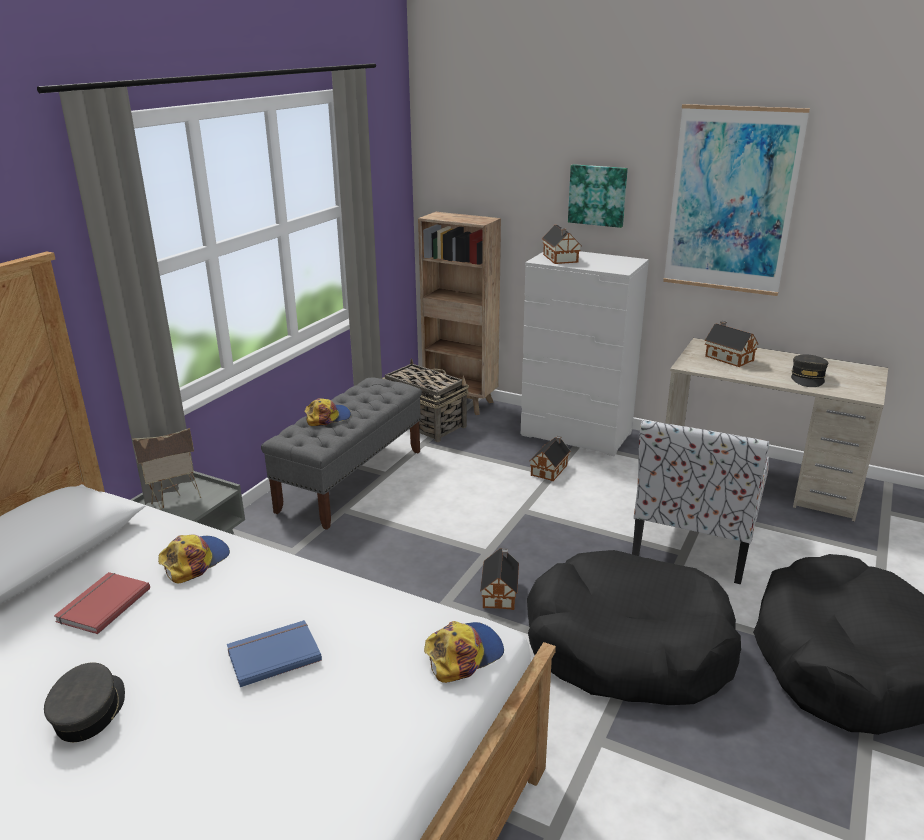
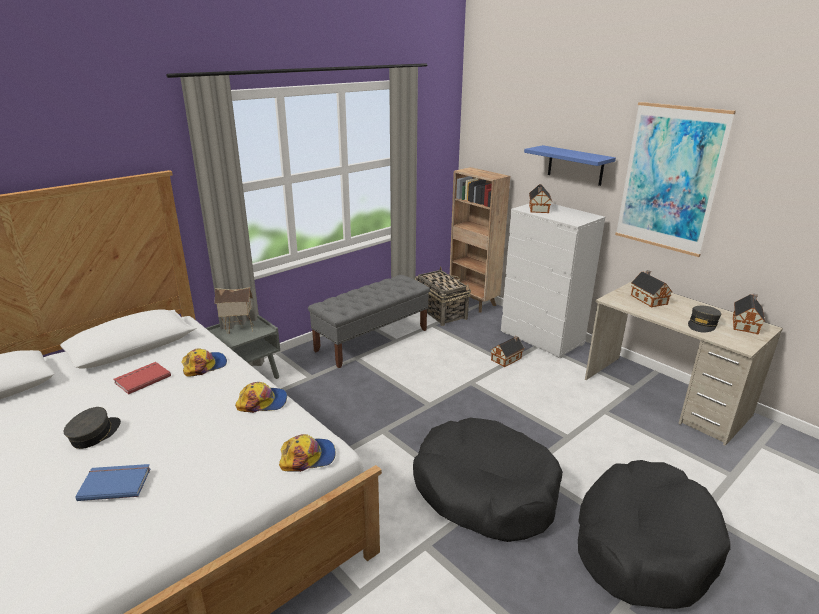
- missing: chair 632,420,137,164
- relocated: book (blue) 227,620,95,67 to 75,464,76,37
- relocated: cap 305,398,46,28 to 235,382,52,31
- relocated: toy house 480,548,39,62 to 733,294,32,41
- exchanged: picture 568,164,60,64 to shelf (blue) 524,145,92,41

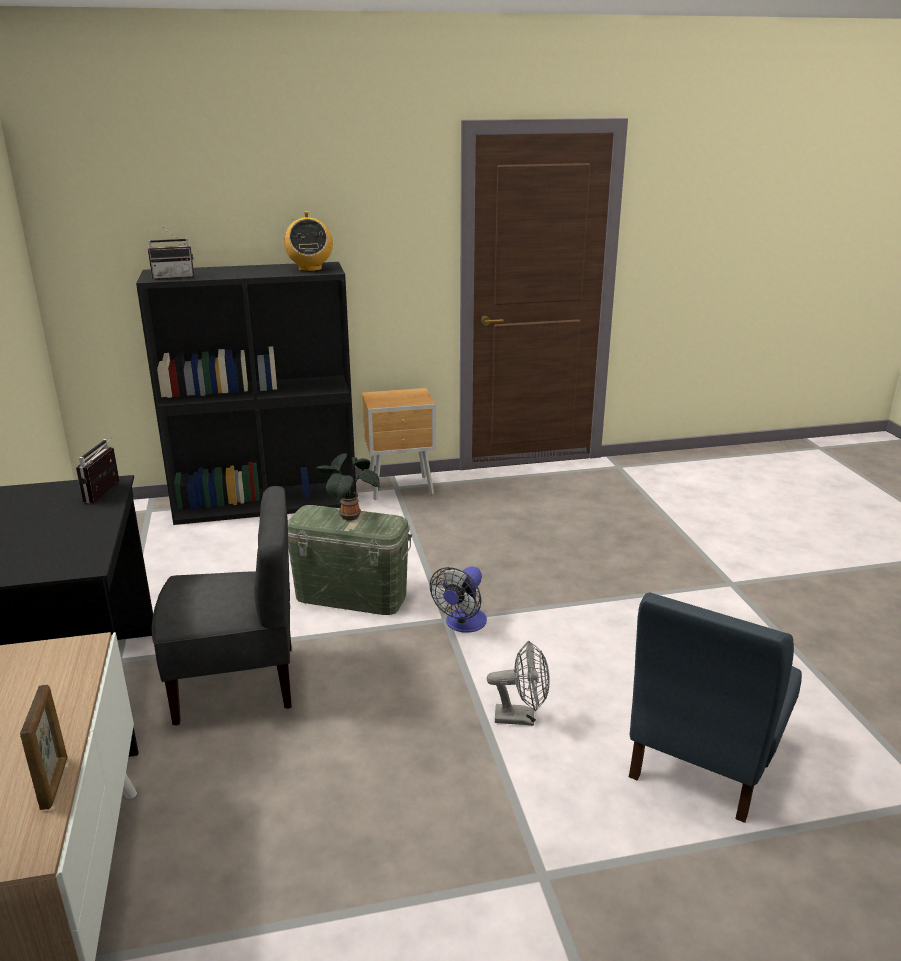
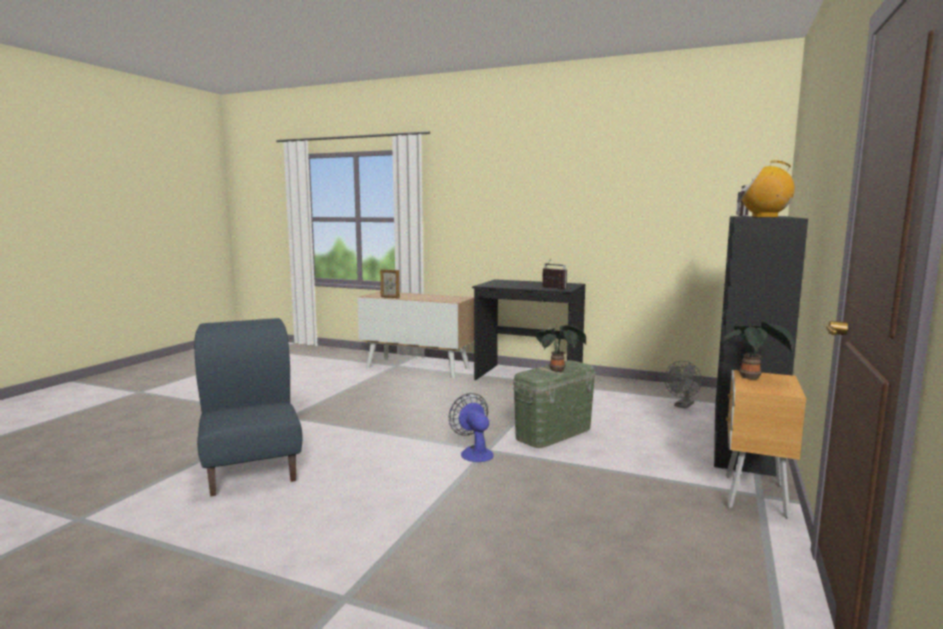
- missing: chair (grey) 152,486,139,239
- appeared: potted plant 722,322,72,57
- relocated: fan (grey) 487,641,63,85 to 665,361,37,48

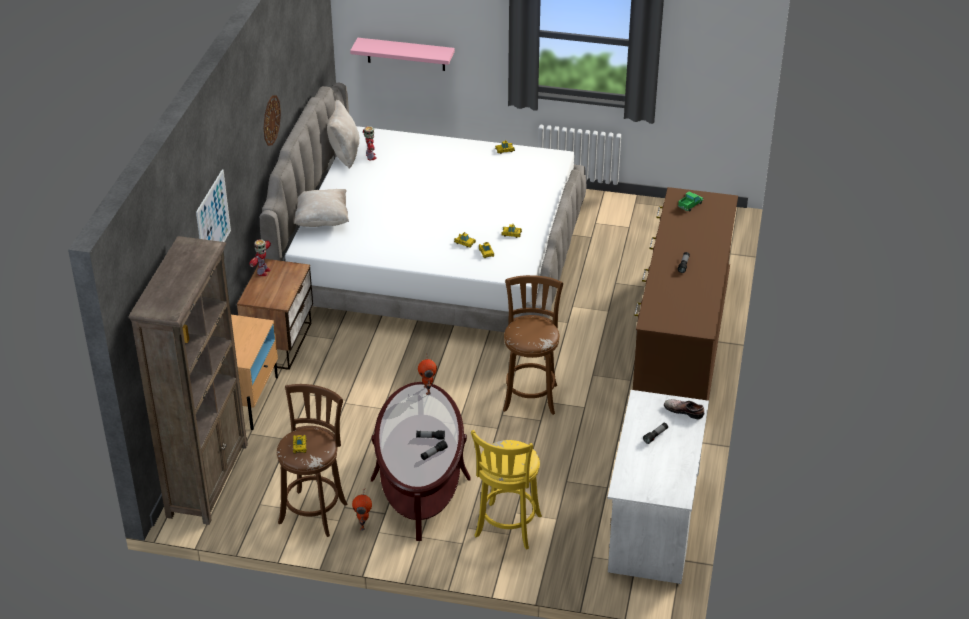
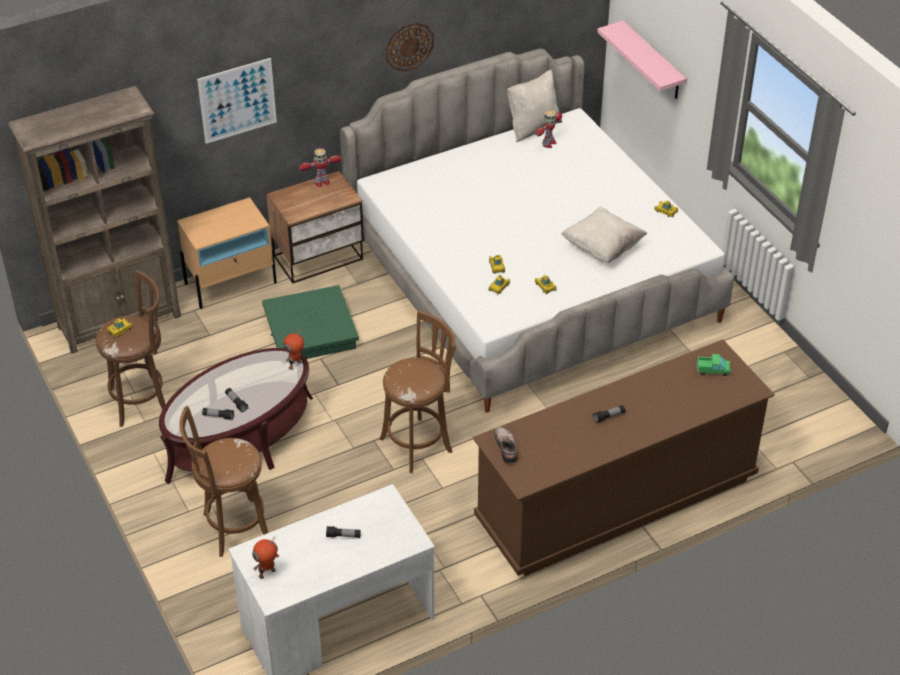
- appeared: storage box (green) 262,285,97,74
- relocated: pillow (beige) 294,189,55,38 to 561,207,86,57
- relocated: toy robot 352,489,20,42 to 252,537,27,42
- relocated: shoe 664,399,40,20 to 494,427,23,36
- colour: stool (yellow) 471,430,71,120 to stool (brown) 179,406,89,151

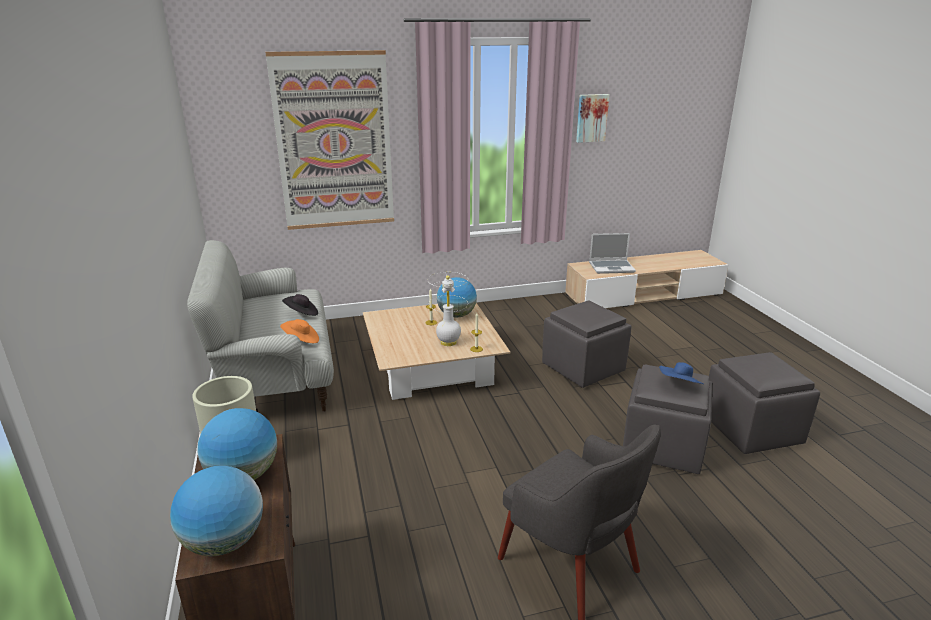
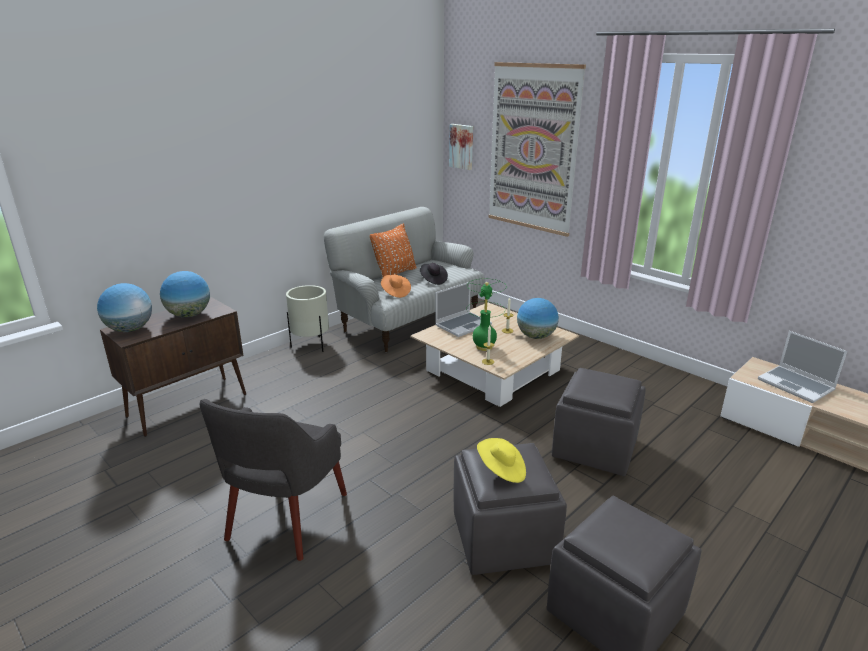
- appeared: pillow (orange) 370,223,47,55
- appeared: laptop 435,282,57,55
- relocated: picture 576,94,33,49 to 449,124,24,46
- colour: table lamp (white) 428,272,40,74 to table lamp (green) 466,279,41,72
- colour: hat (blue) 659,362,44,22 to hat (yellow) 477,438,49,45

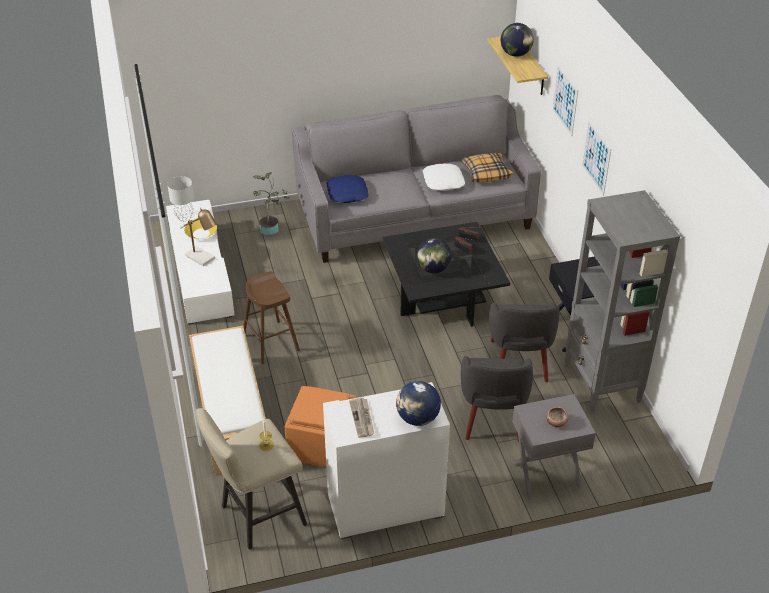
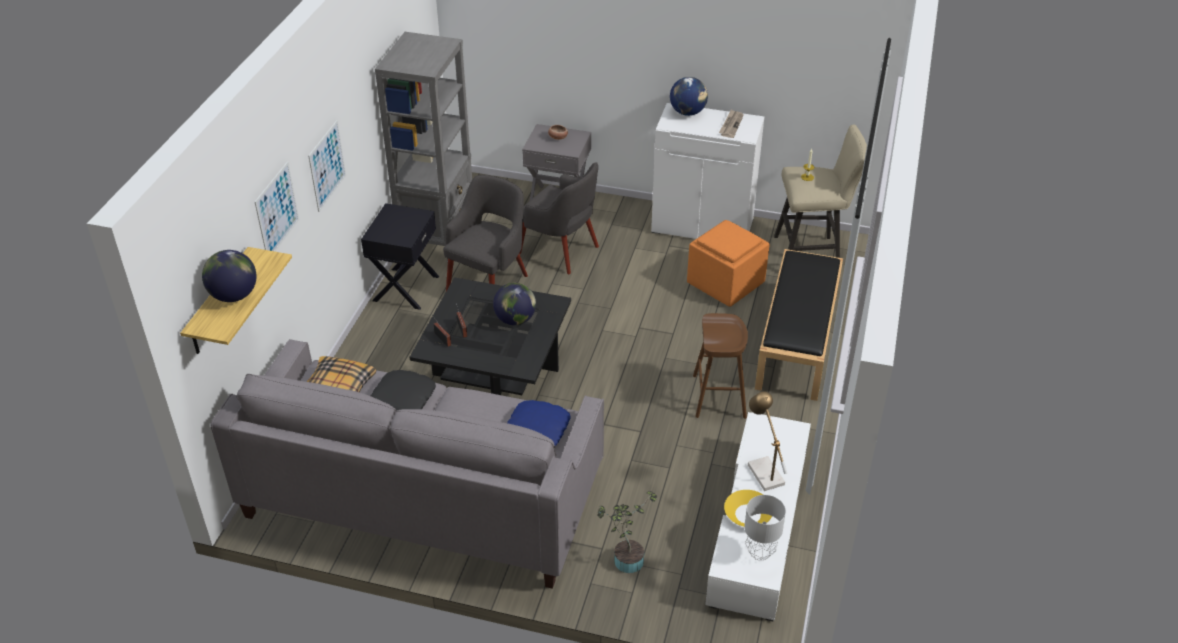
- colour: bench (white) 189,326,77,149 to bench (black) 755,249,88,152
- colour: pillow (white) 423,163,42,28 to pillow (black) 371,370,65,41
- spun: armchair (grey) 461,356,72,86 = 519,163,80,111 90 degrees clockwise

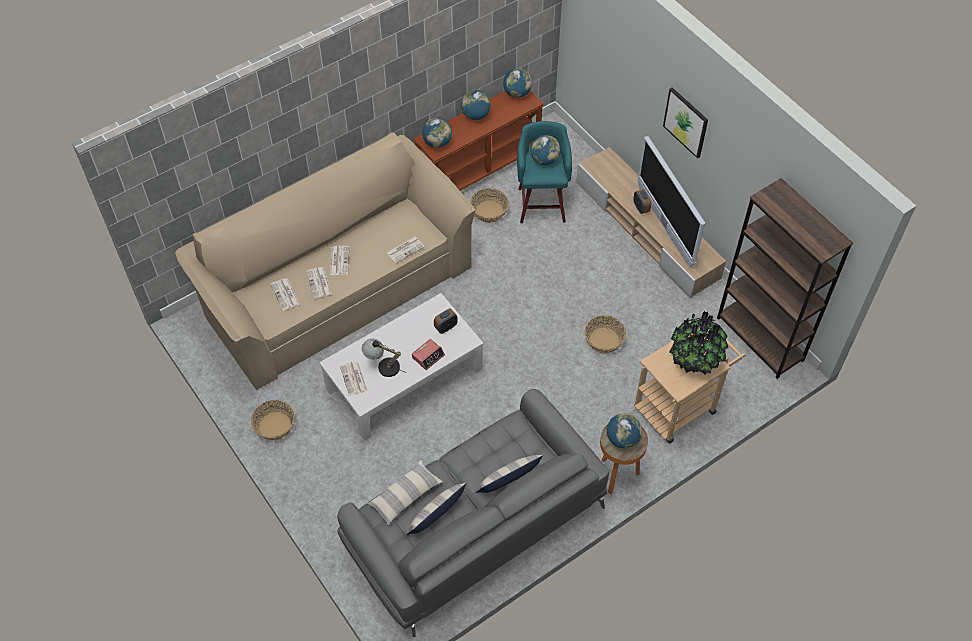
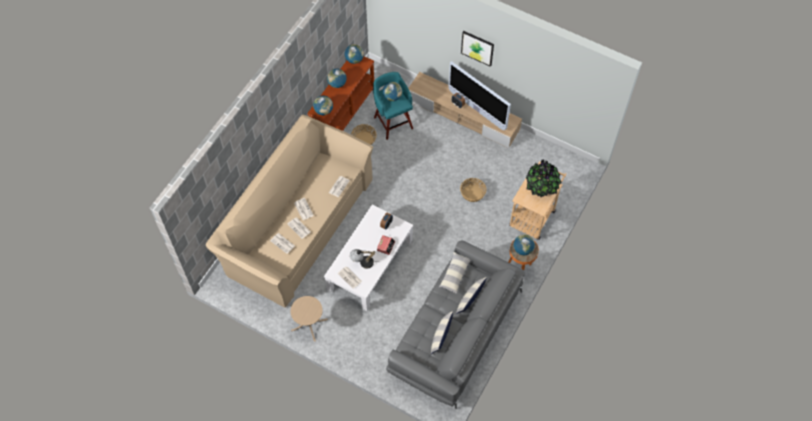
- missing: bookcase (brown) 717,178,136,201
- relocated: pillow 367,460,76,66 to 439,252,32,42
- exchanged: basket 251,400,44,40 to side table (beige) 290,296,38,46

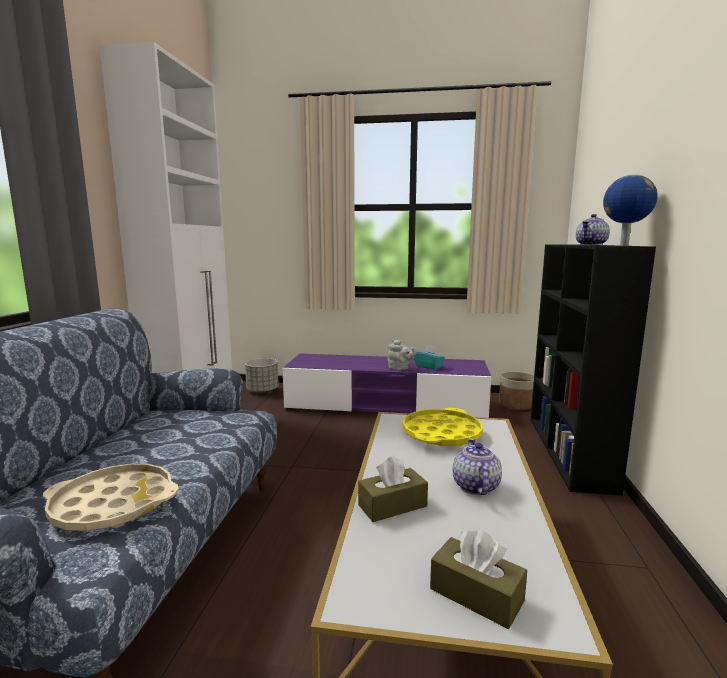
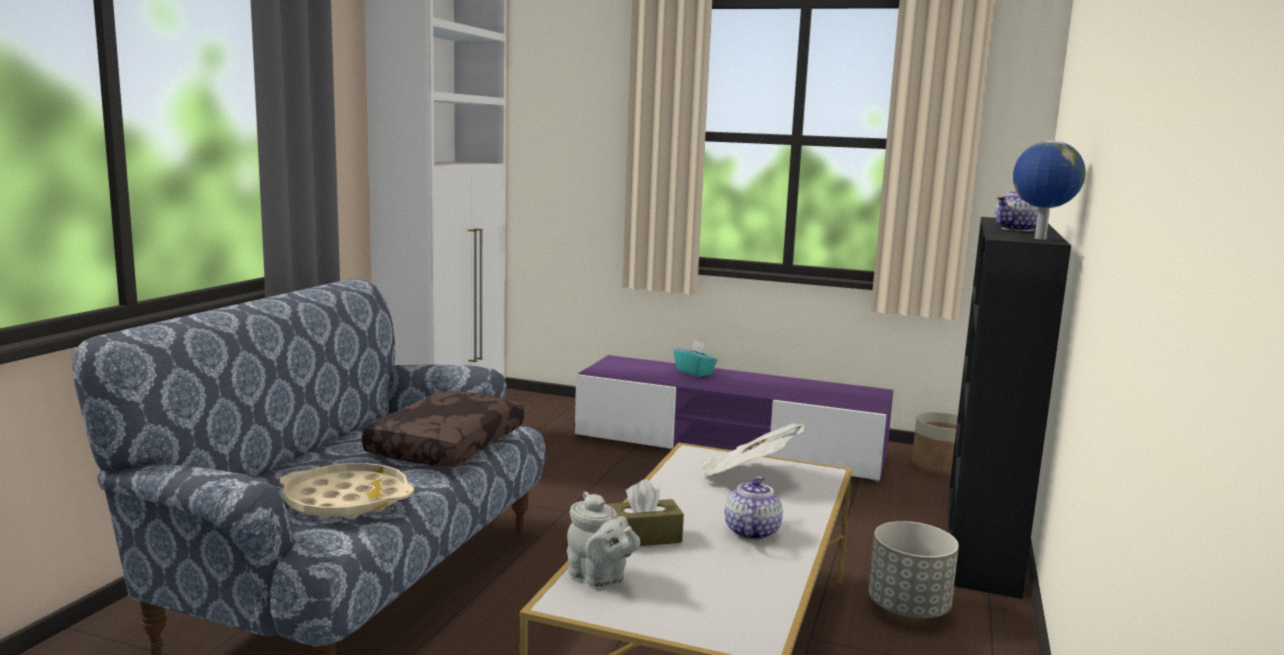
- missing: tissue box (brown) 430,530,97,99
- appeared: pillow (brown) 362,391,162,76
- relocated: planter (grey) 245,358,34,35 to 869,521,90,97
- relocated: teapot (grey) 388,340,28,30 to 567,492,73,95
- relocated: tissue box (turquoise) 414,345,31,25 to 674,340,43,37
- exchanged: tray (yellow) 403,408,80,38 to newspaper 702,423,103,55

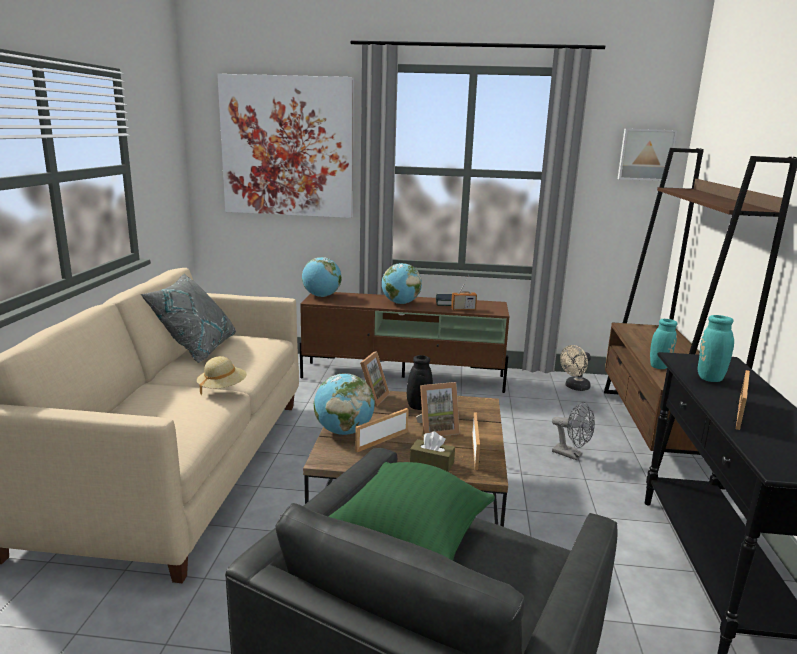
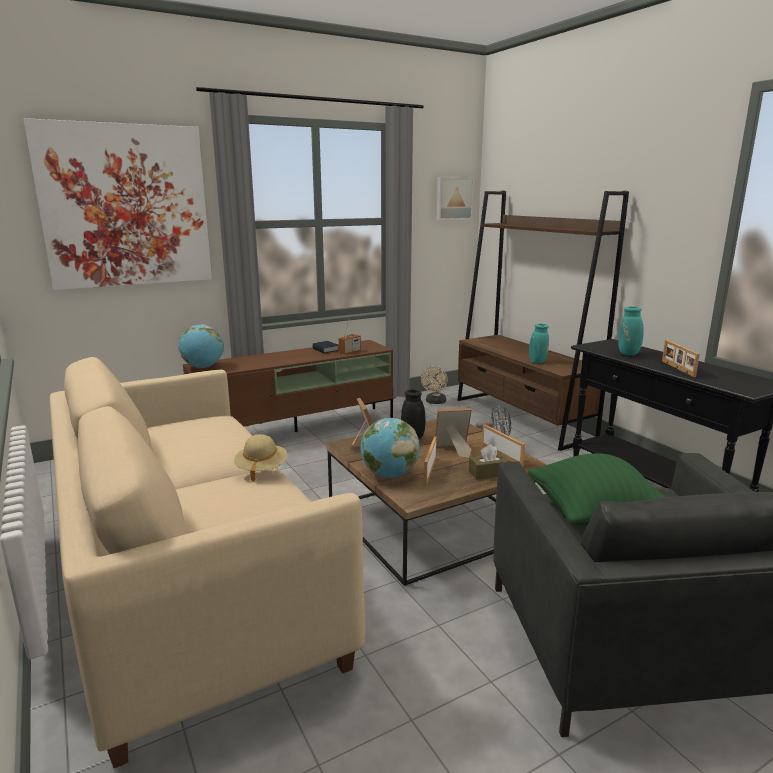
- missing: pillow (grey) 140,273,96,90
- missing: globe 382,263,40,41
- spun: picture frame 416,382,44,54 = 435,408,37,50 135 degrees counterclockwise

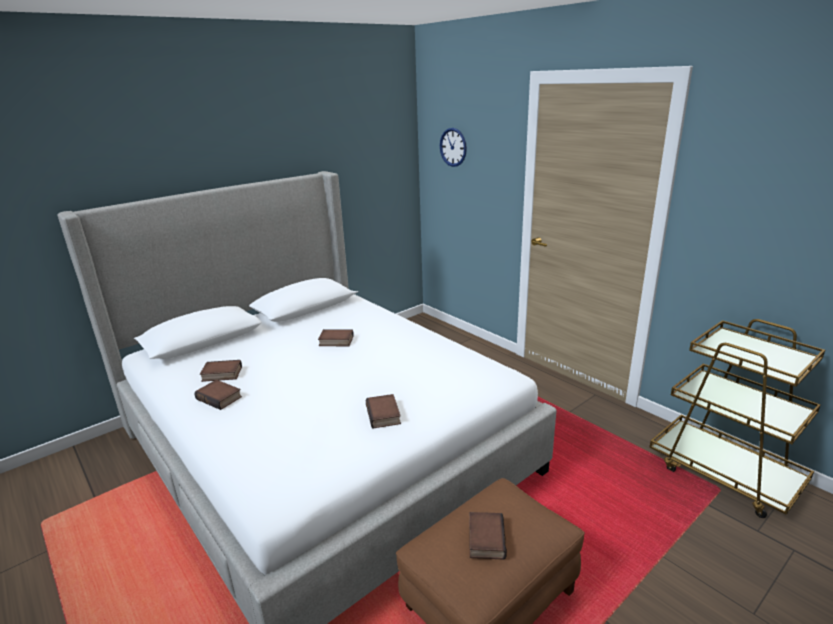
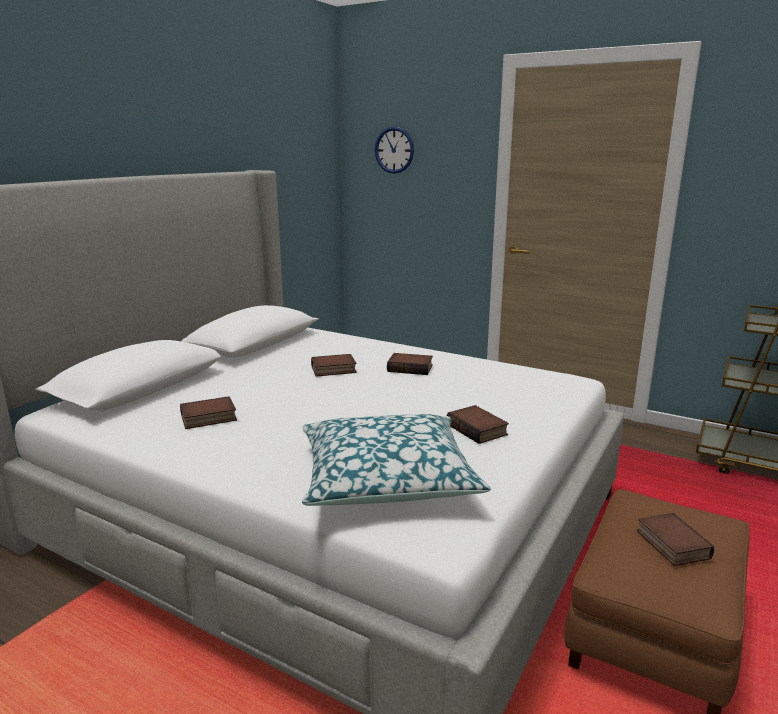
- appeared: pillow 302,414,189,92
- relocated: book 195,380,47,30 to 387,353,46,22

